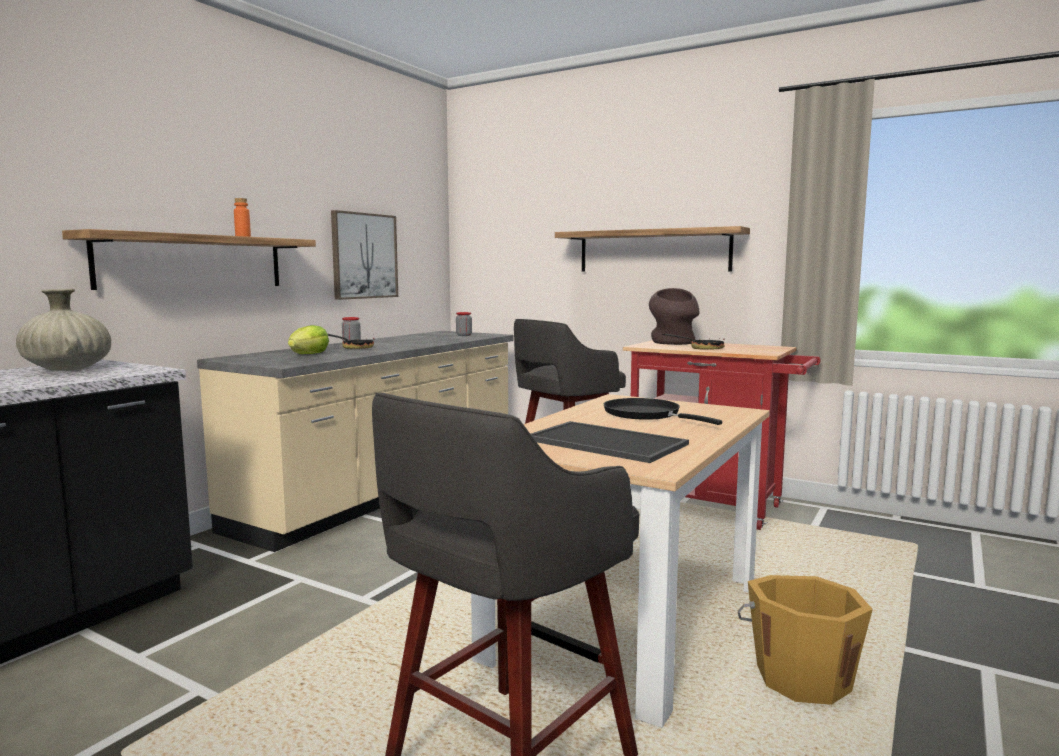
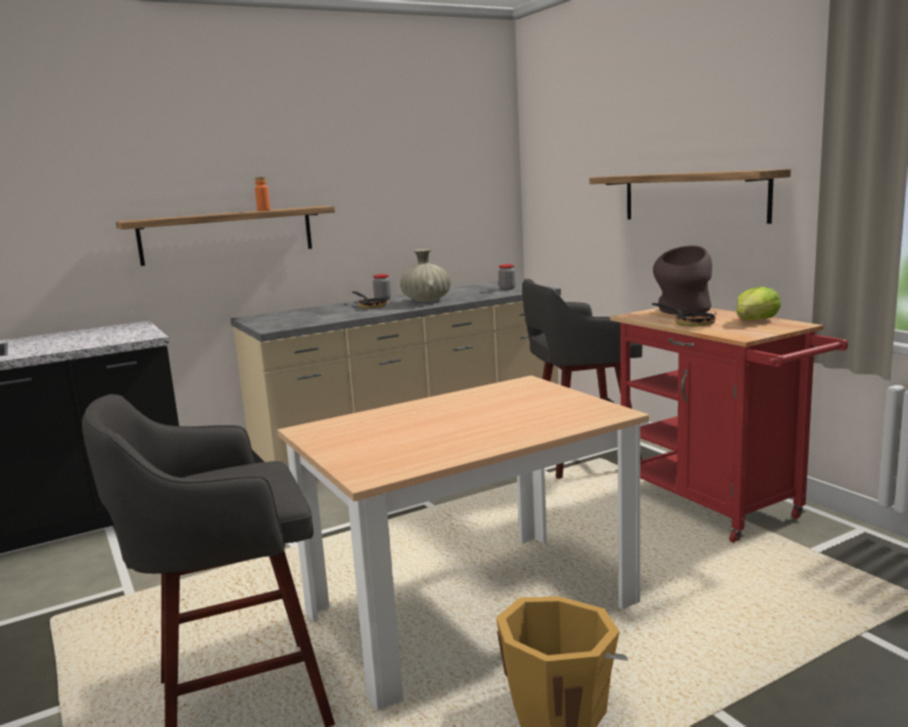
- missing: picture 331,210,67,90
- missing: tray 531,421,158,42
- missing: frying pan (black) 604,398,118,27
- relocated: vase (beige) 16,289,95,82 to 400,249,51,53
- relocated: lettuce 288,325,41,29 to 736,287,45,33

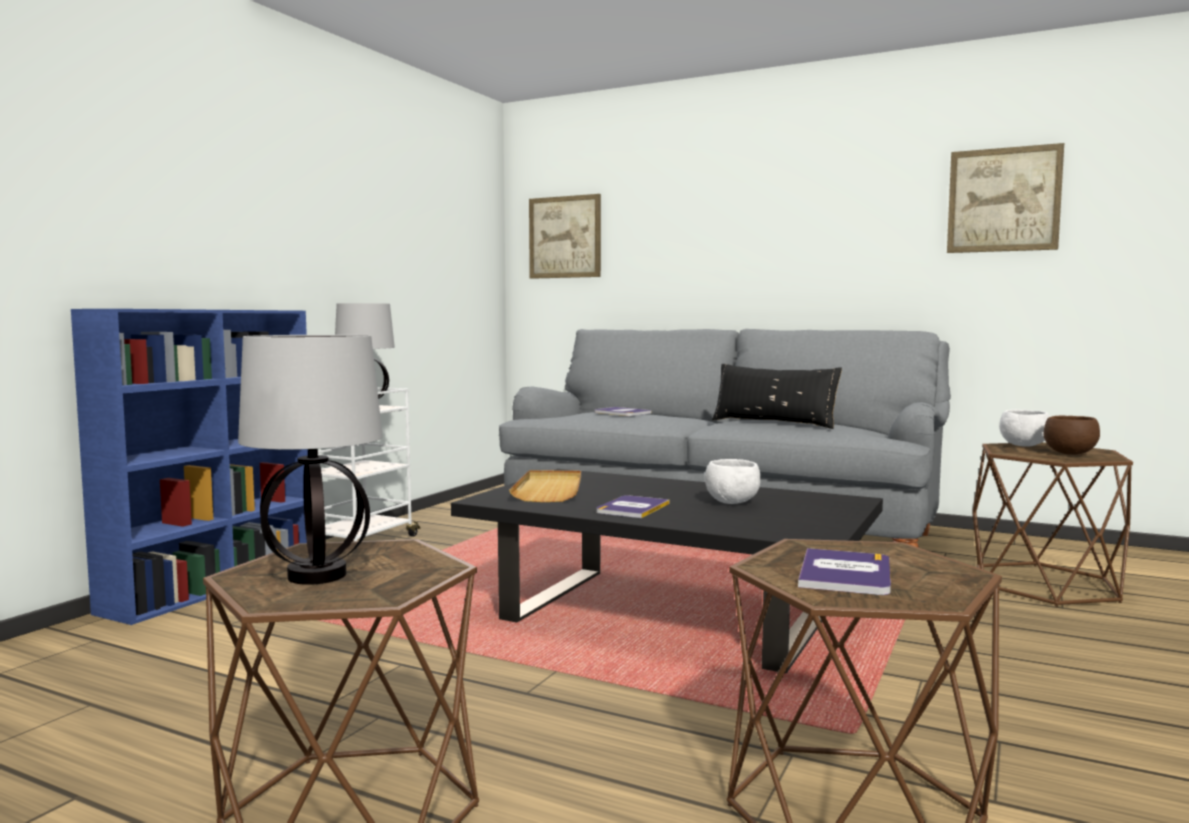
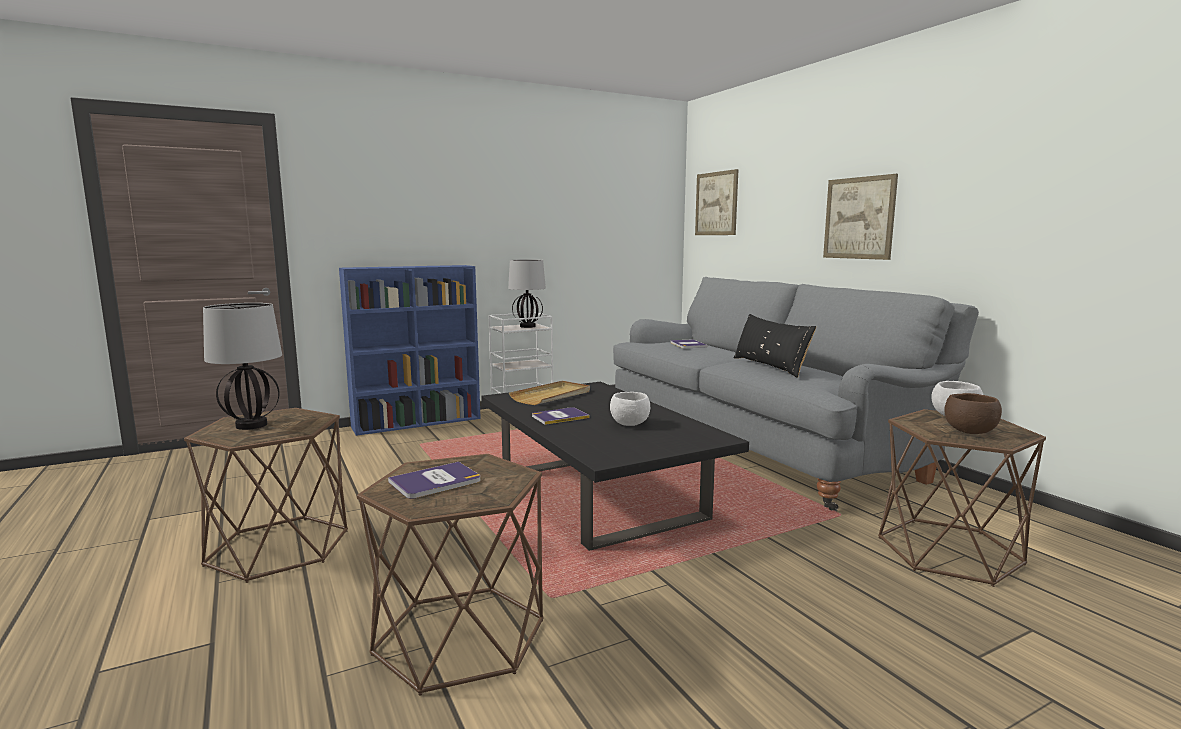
- relocated: picture 947,143,117,110 to 823,174,75,86

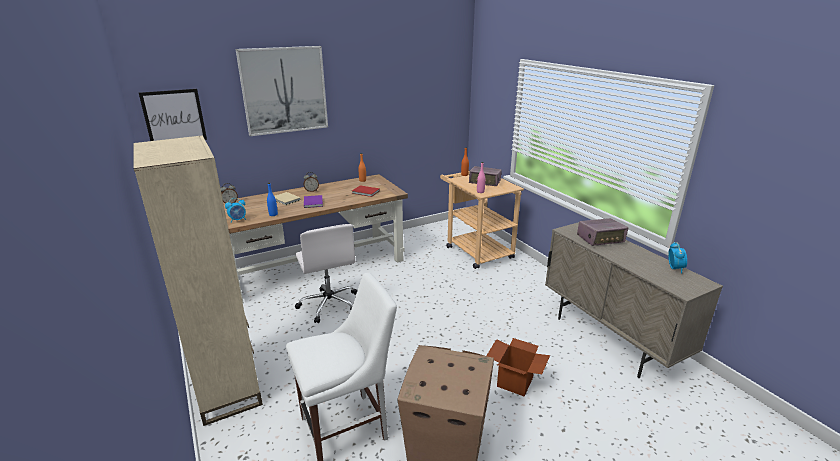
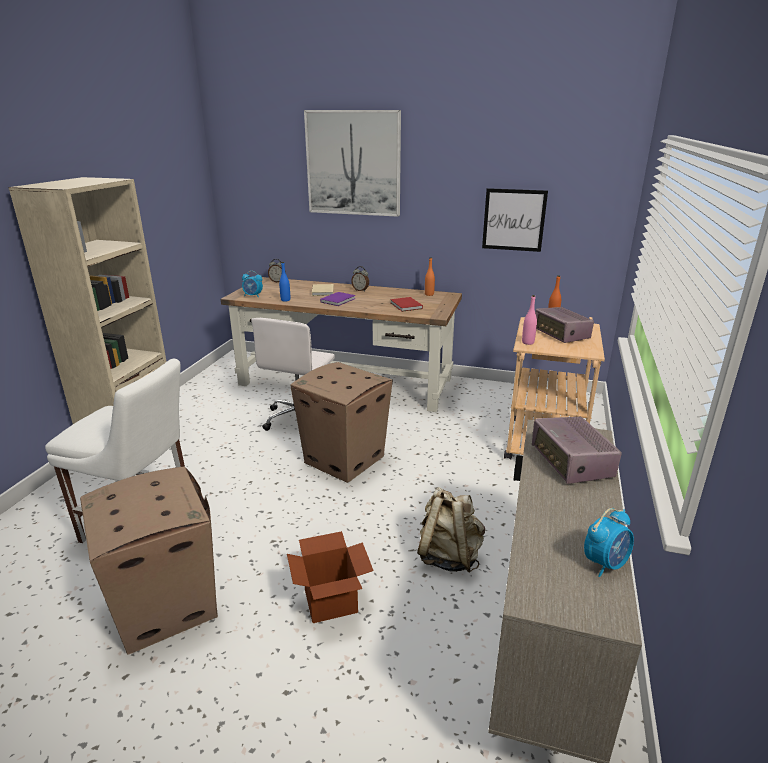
- appeared: cardboard box 290,362,103,121
- appeared: backpack (beige) 417,487,68,86
- relocated: picture 139,89,68,52 to 482,188,66,64
- spun: radio 577,218,51,28 = 532,417,90,67 45 degrees clockwise

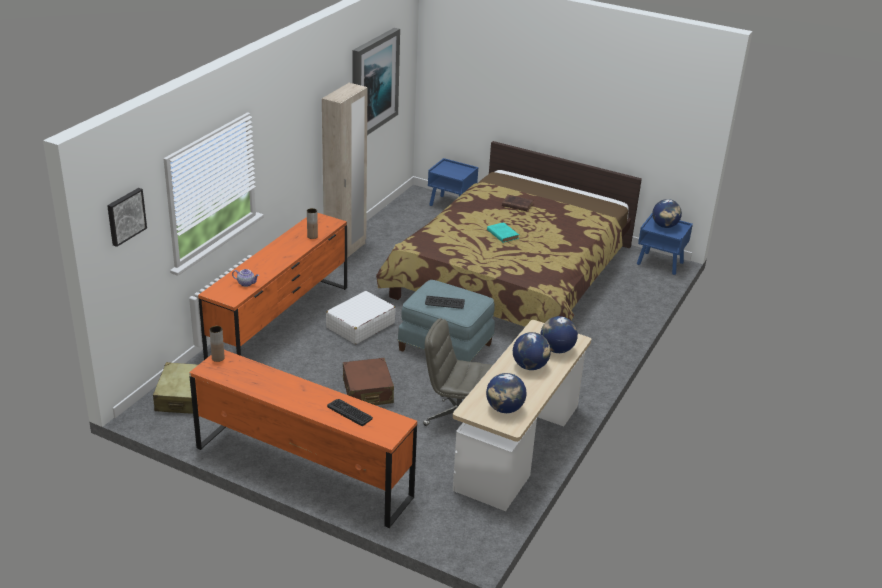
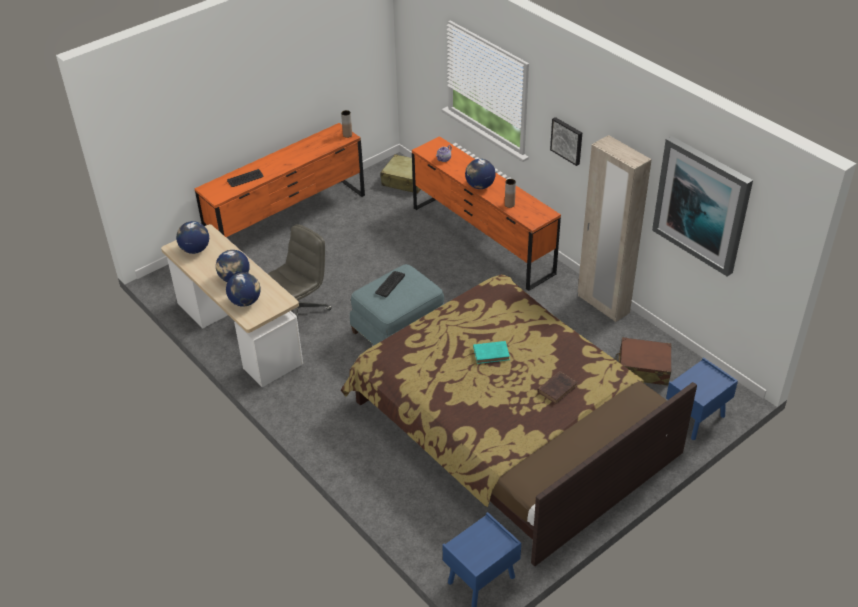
- missing: suitcase (white) 326,291,70,53
- relocated: picture 107,188,40,59 to 550,117,32,49
- relocated: suitcase (brown) 342,358,52,47 to 616,337,55,49
- relocated: globe 652,199,30,29 to 465,159,31,30

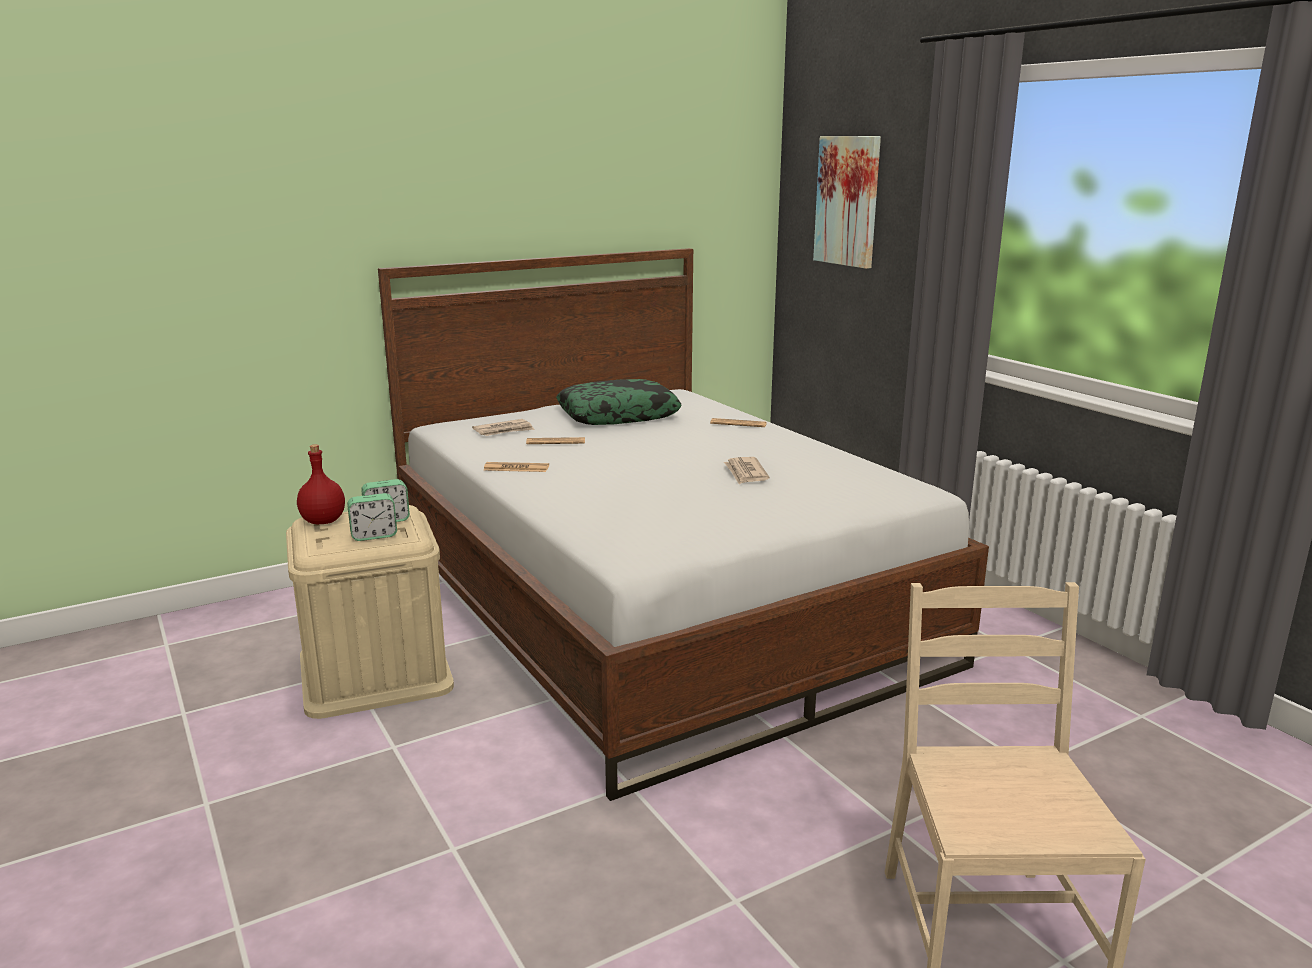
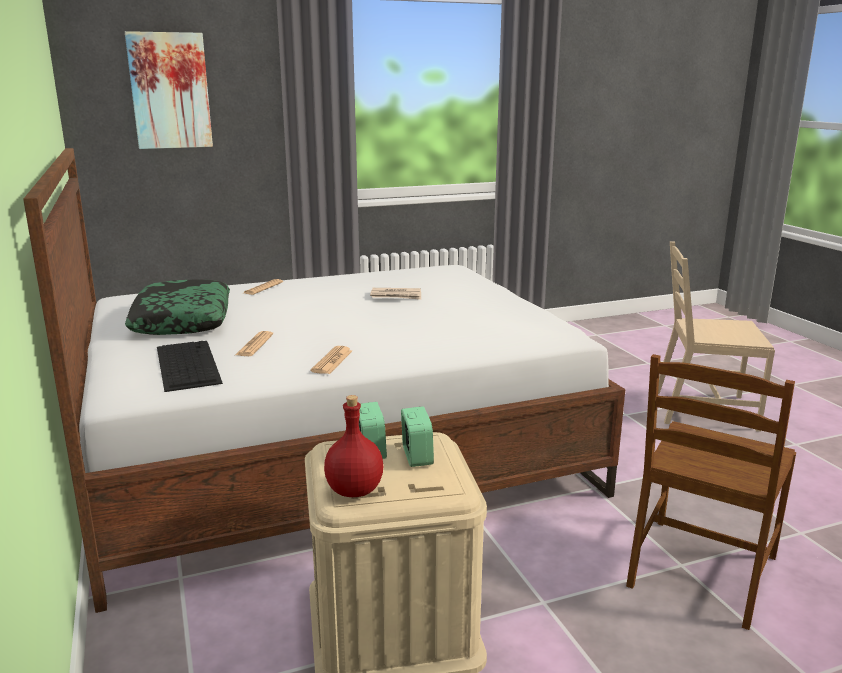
- appeared: chair (brown) 626,354,170,276
- exchanged: newspaper 472,419,63,17 to keyboard 157,341,66,51

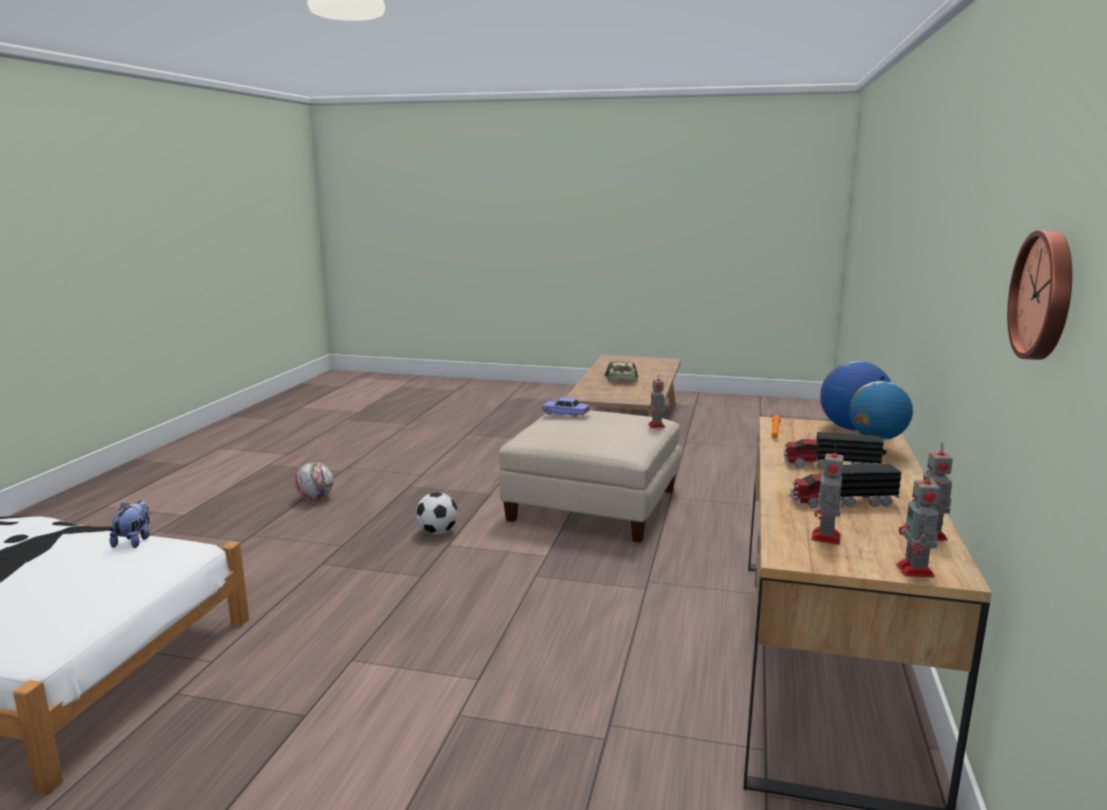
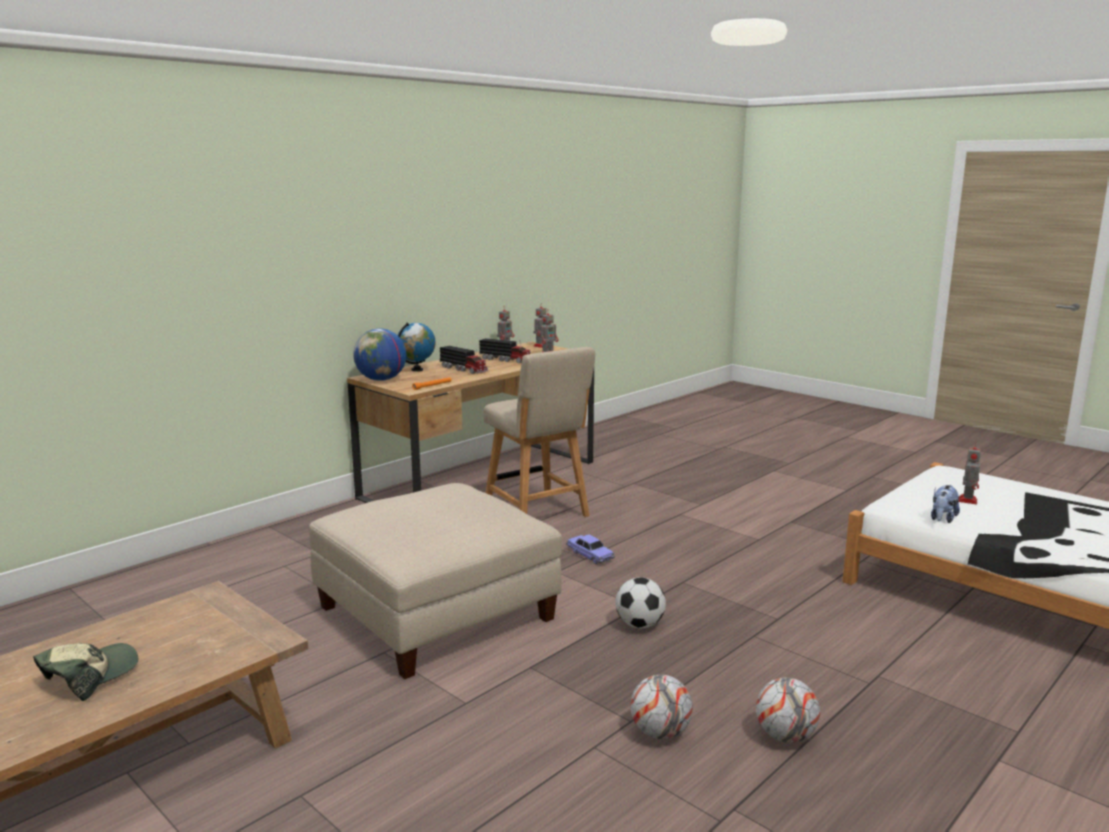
- missing: wall clock 1007,230,65,130
- appeared: chair (beige) 484,347,111,170
- appeared: football 630,674,63,66
- relocated: toy car 541,397,50,21 to 566,535,49,29
- relocated: toy robot 648,374,17,54 to 958,442,23,62

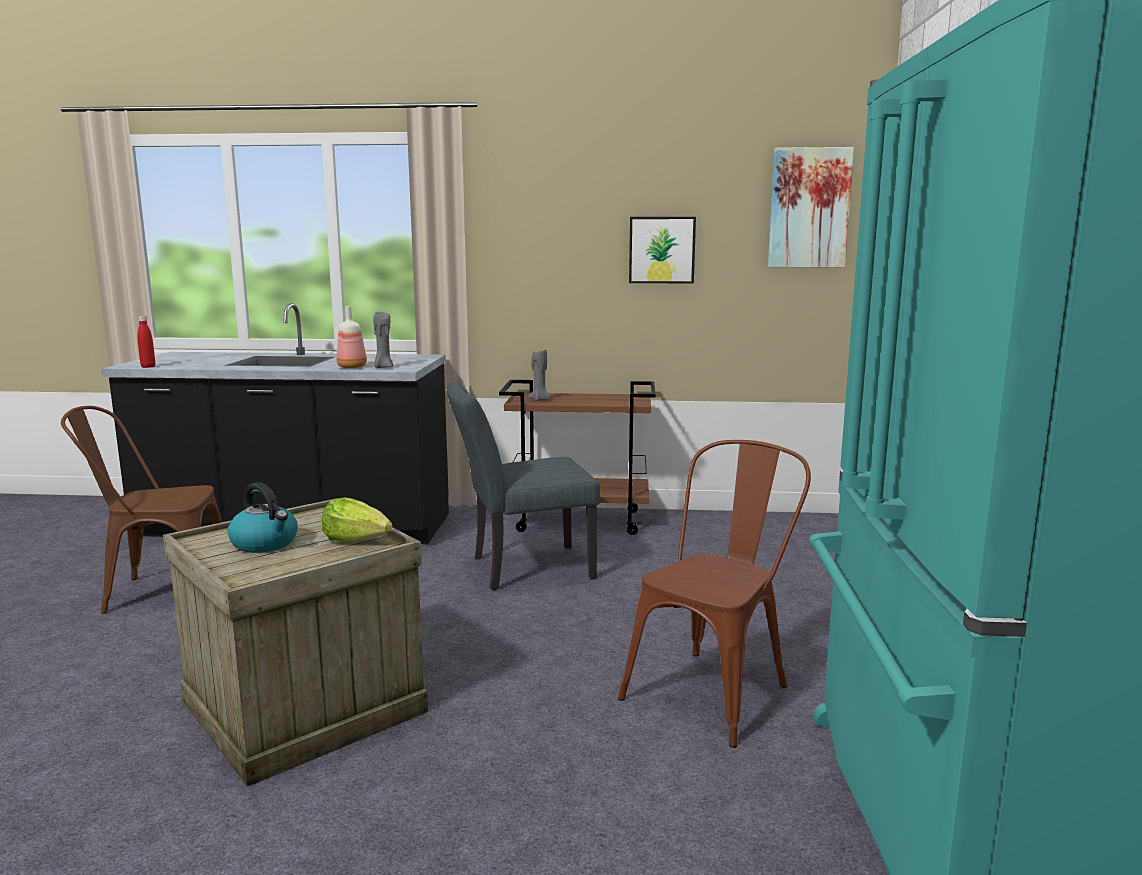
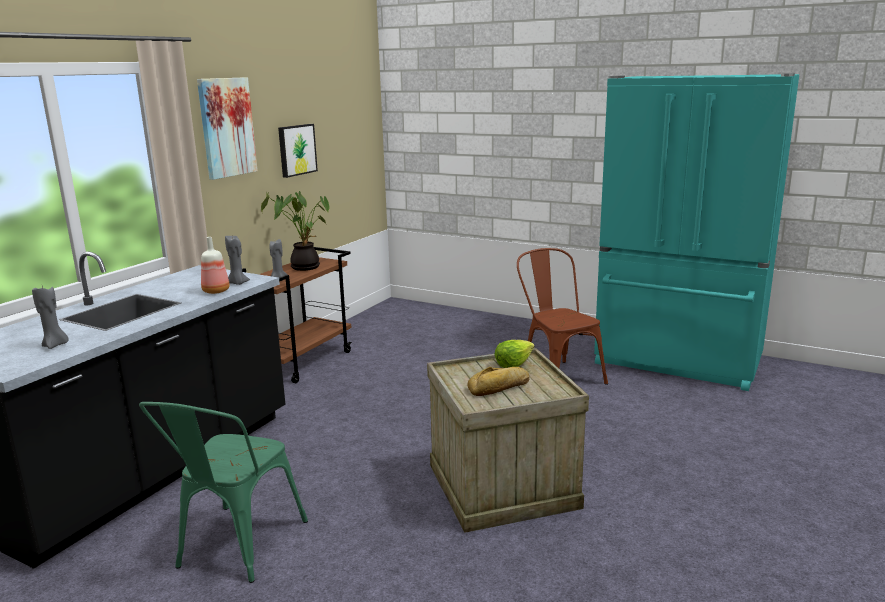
- missing: bottle (red) 137,316,18,52
- missing: chair (grey) 447,382,153,208
- appeared: candle (grey) 32,286,37,63
- appeared: potted plant 261,191,68,80
- relocated: picture 768,147,86,120 to 197,77,61,103
- exchanged: kettle 228,482,70,71 to bread 467,367,63,29
- colour: chair (brown) 61,406,162,208 to chair (green) 139,402,169,181

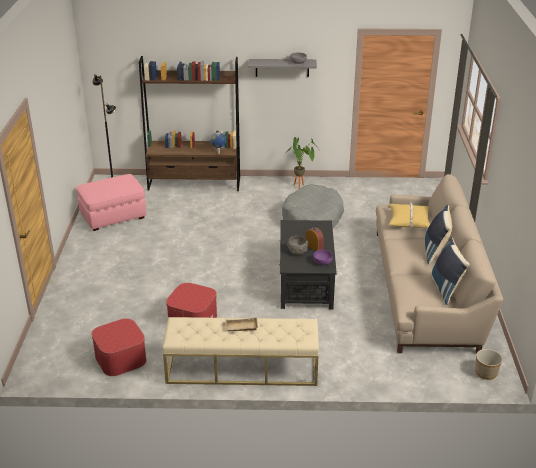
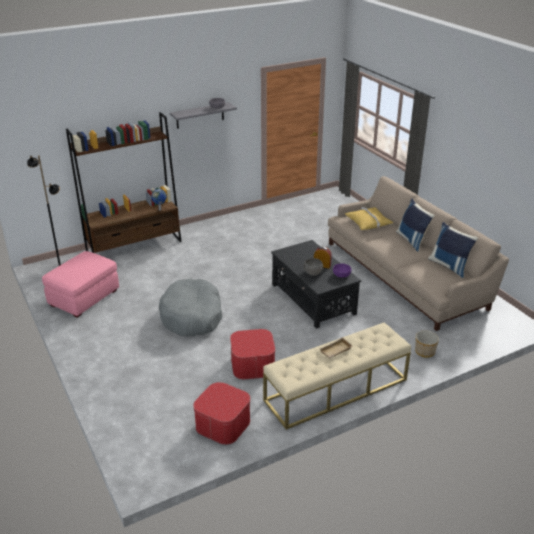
- missing: potted plant 286,137,33,52
- relocated: dog bed (grey) 282,184,62,44 to 159,279,63,57
- relocated: planter 475,349,28,31 to 415,330,24,28

